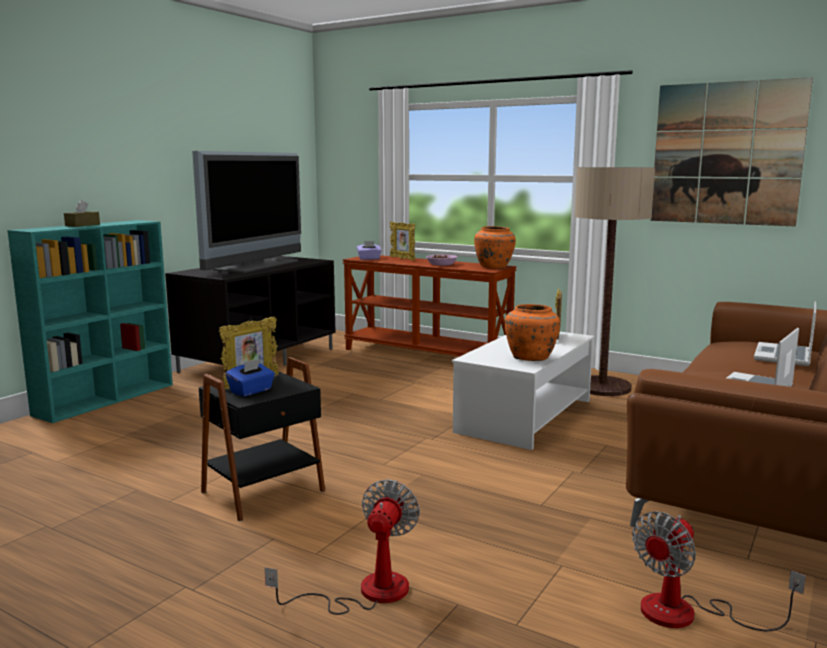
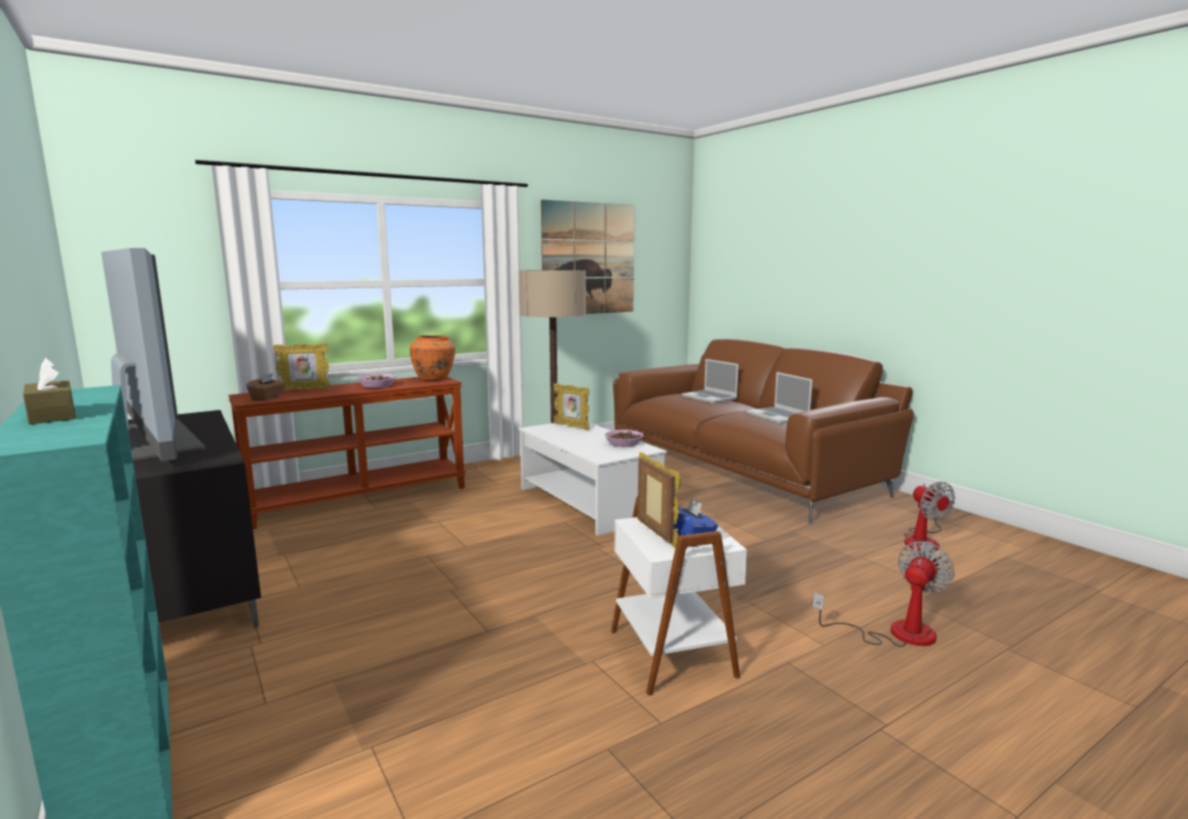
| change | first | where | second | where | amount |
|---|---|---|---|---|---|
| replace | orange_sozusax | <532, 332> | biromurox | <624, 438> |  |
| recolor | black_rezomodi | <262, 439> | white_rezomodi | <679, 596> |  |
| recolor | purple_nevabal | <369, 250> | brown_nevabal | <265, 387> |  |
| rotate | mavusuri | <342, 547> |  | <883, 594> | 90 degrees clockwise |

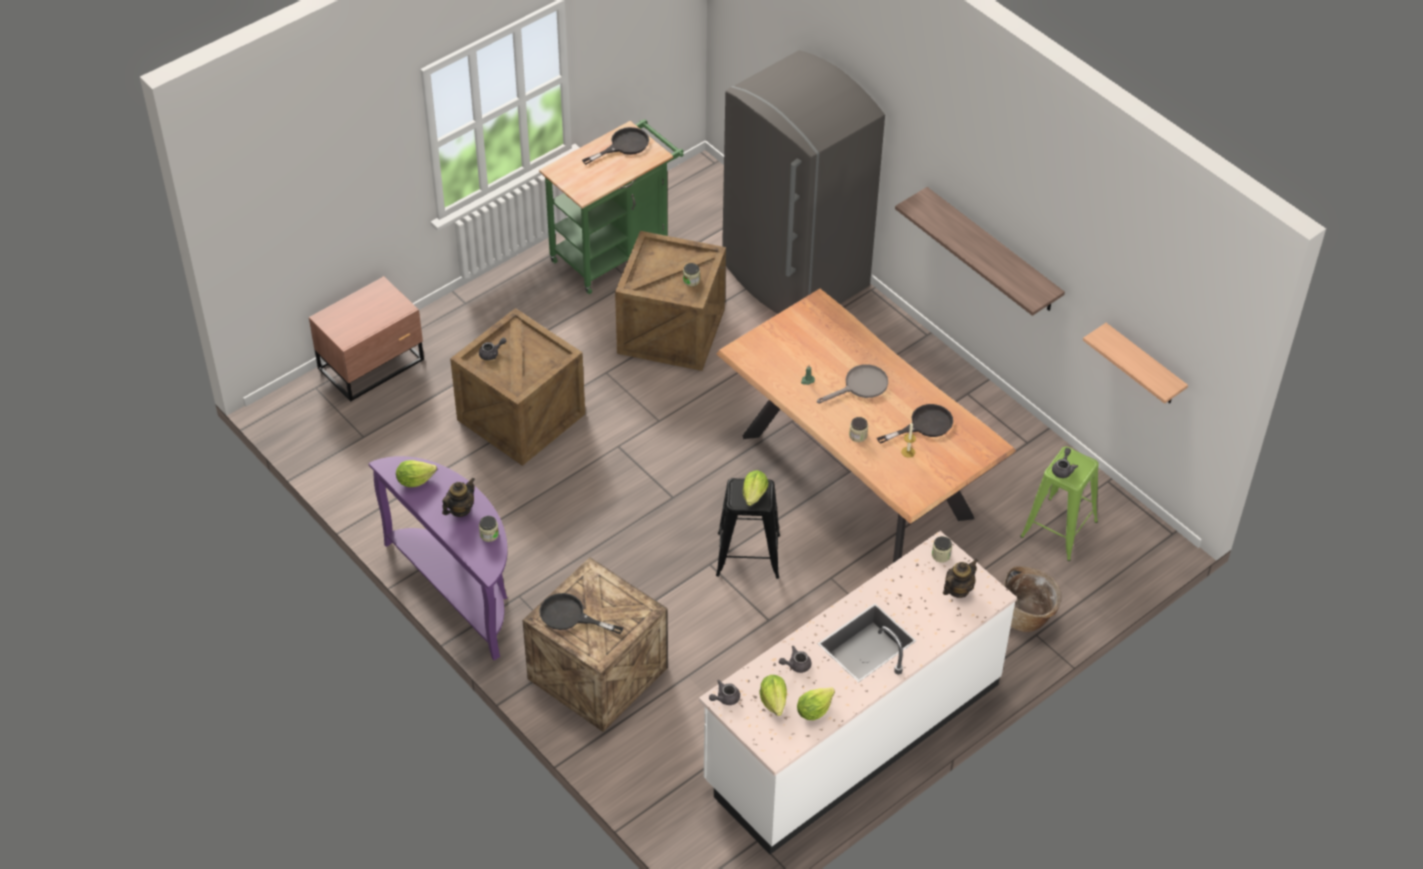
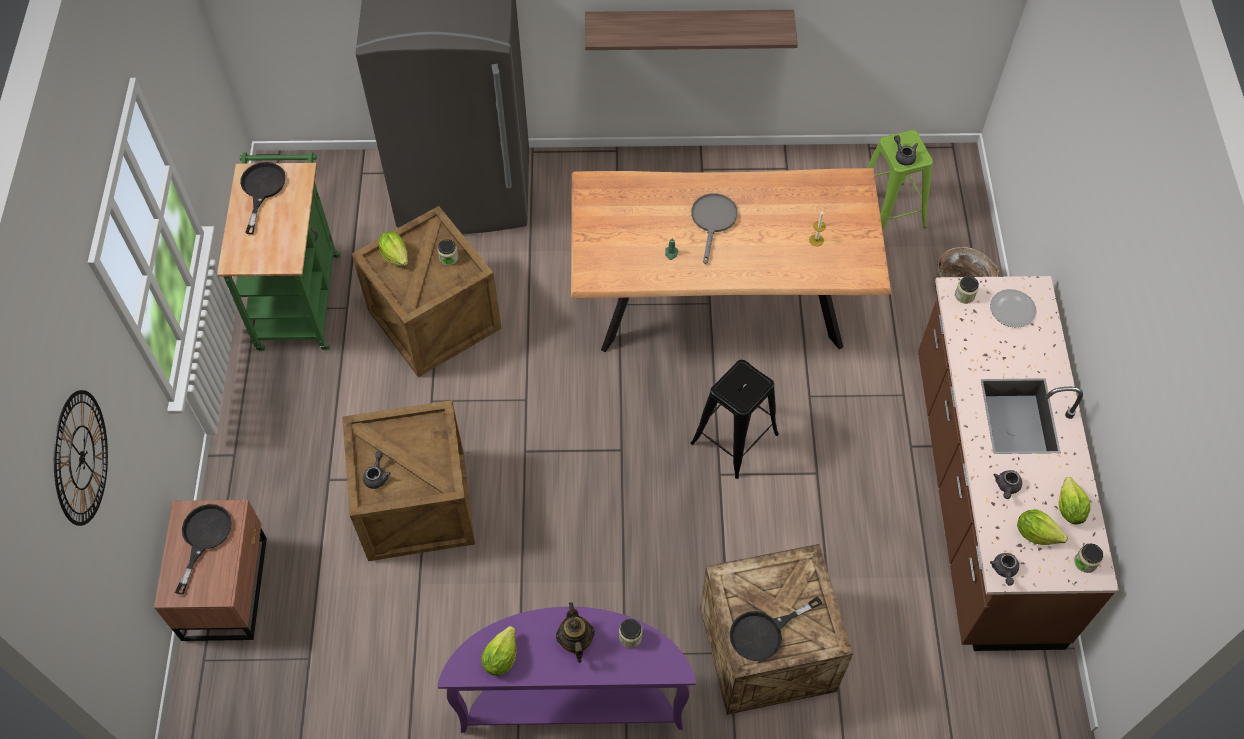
| change | first | where | second | where | amount |
|---|---|---|---|---|---|
| delete | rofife | <1135, 363> |  |  |  |
| insert |  |  | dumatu | <81, 458> |  |
| move | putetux | <755, 488> |  | <393, 248> |  |
| move | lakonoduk | <858, 429> |  | <1088, 558> |  |
| move | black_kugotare | <915, 424> |  | <203, 549> |  |
| replace | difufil | <961, 578> | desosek | <1013, 308> |  |
| recolor | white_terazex | <858, 692> | brown_terazex | <1018, 463> |  |

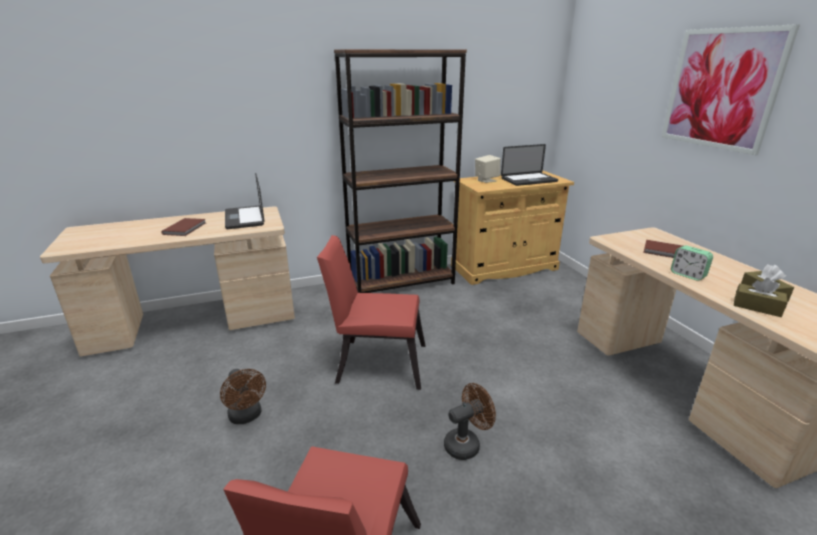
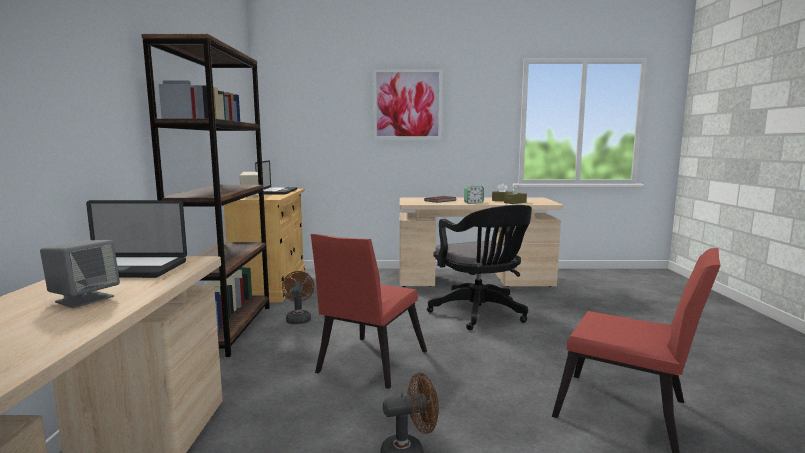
| change | first | where | second | where | amount |
|---|---|---|---|---|---|
| insert |  |  | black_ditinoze | <479, 267> |  |
| move | brown_mavusuri | <470, 421> |  | <298, 297> |  |
| replace | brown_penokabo | <183, 227> | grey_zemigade | <80, 274> |  |

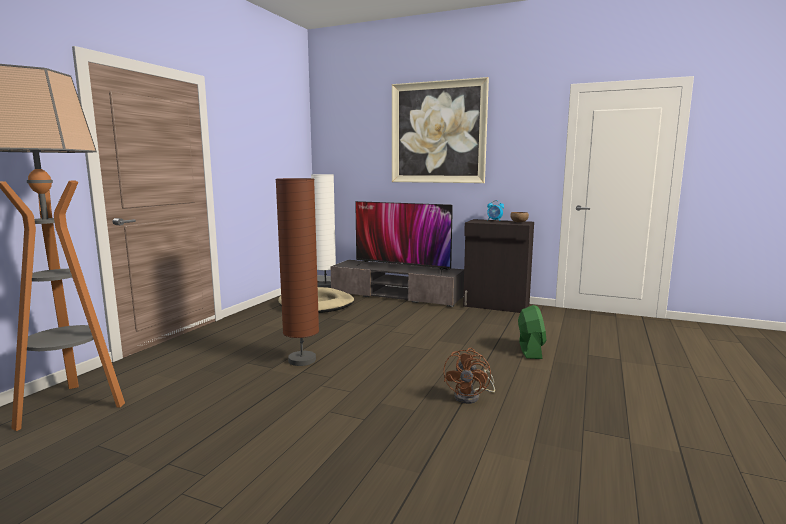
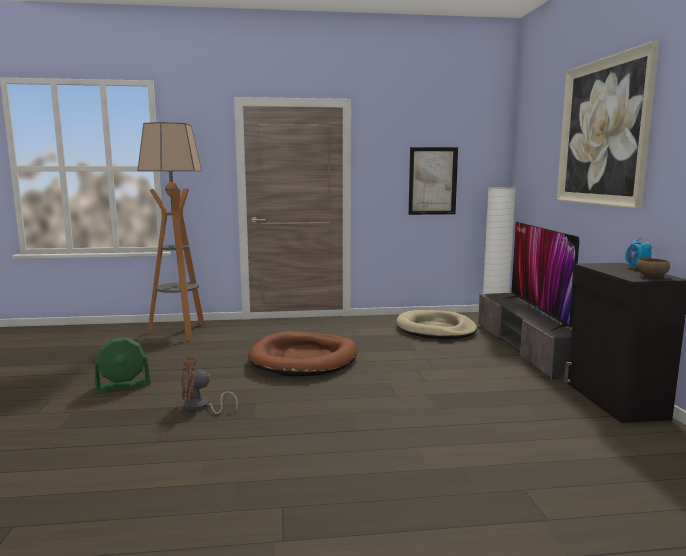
| change | first | where | second | where | amount |
|---|---|---|---|---|---|
| insert |  |  | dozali | <433, 181> |  |
| move | brown_mavusuri | <469, 376> |  | <209, 385> |  |
| move | green_mavusuri | <532, 332> |  | <123, 365> |  |
| replace | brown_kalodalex | <297, 272> | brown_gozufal | <302, 354> |  |

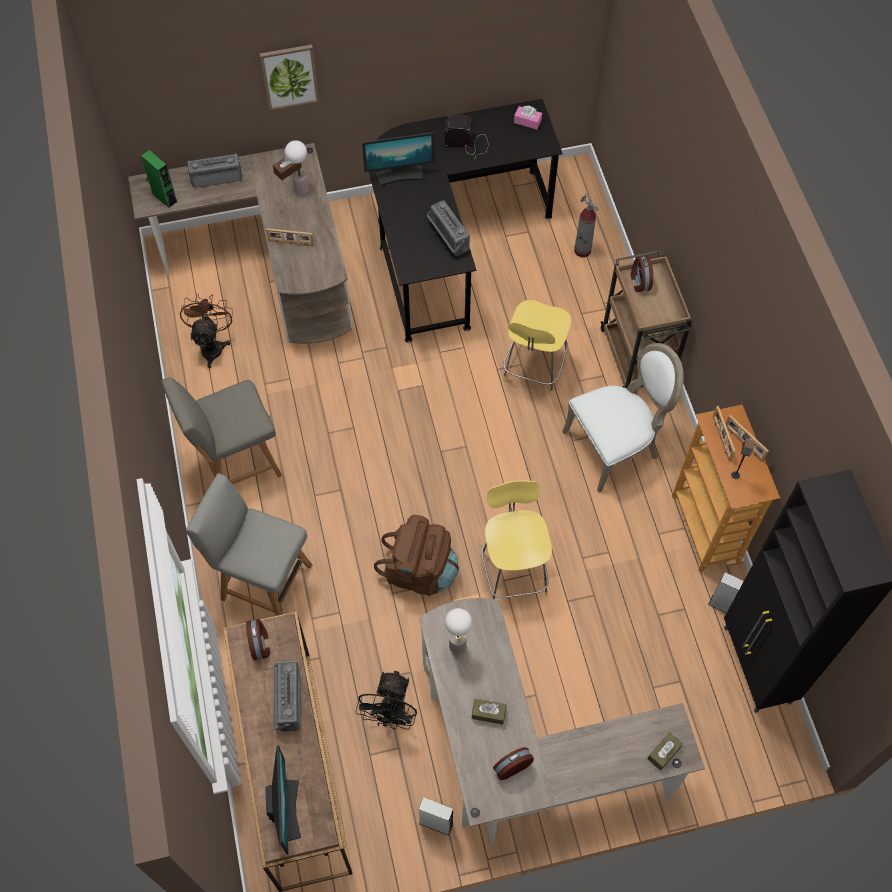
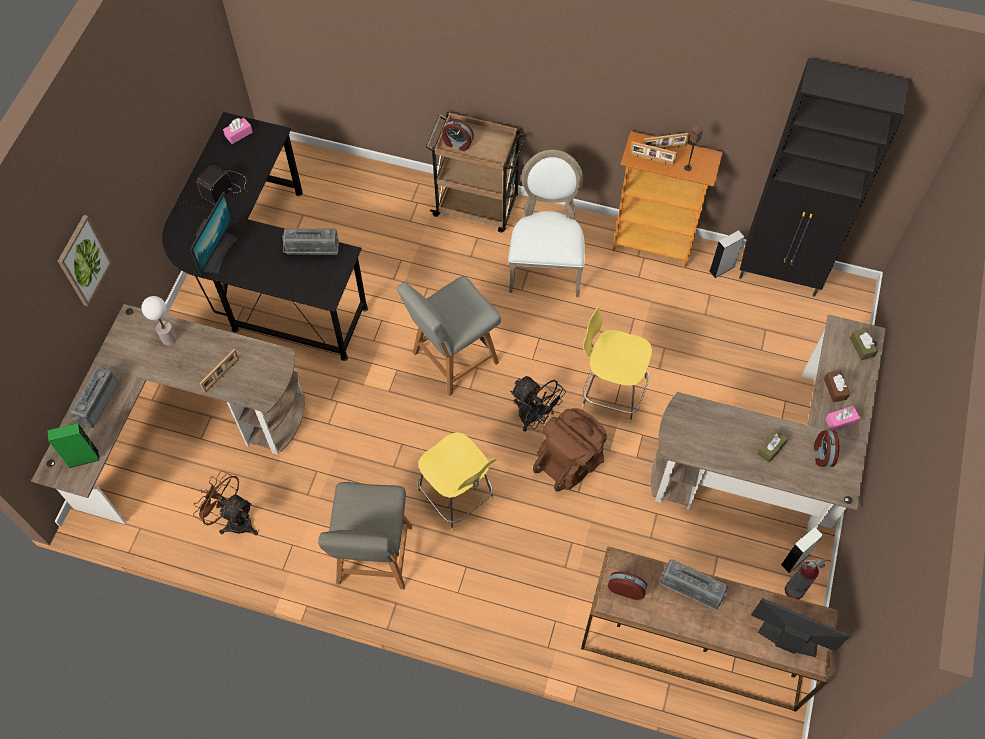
| change | first | where | second | where | amount |
|---|---|---|---|---|---|
| delete | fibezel | <458, 631> |  |  |  |
| insert |  |  | pink_nevabal | <842, 418> |  |
| move | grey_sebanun | <249, 544> |  | <449, 336> |  |
| move | brown_nevabal | <287, 168> |  | <837, 386> |  |
| move | black_mavusuri | <386, 700> |  | <538, 404> |  |
| move | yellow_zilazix | <537, 347> |  | <457, 482> |  |
| move | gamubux | <586, 225> |  | <805, 579> |  |

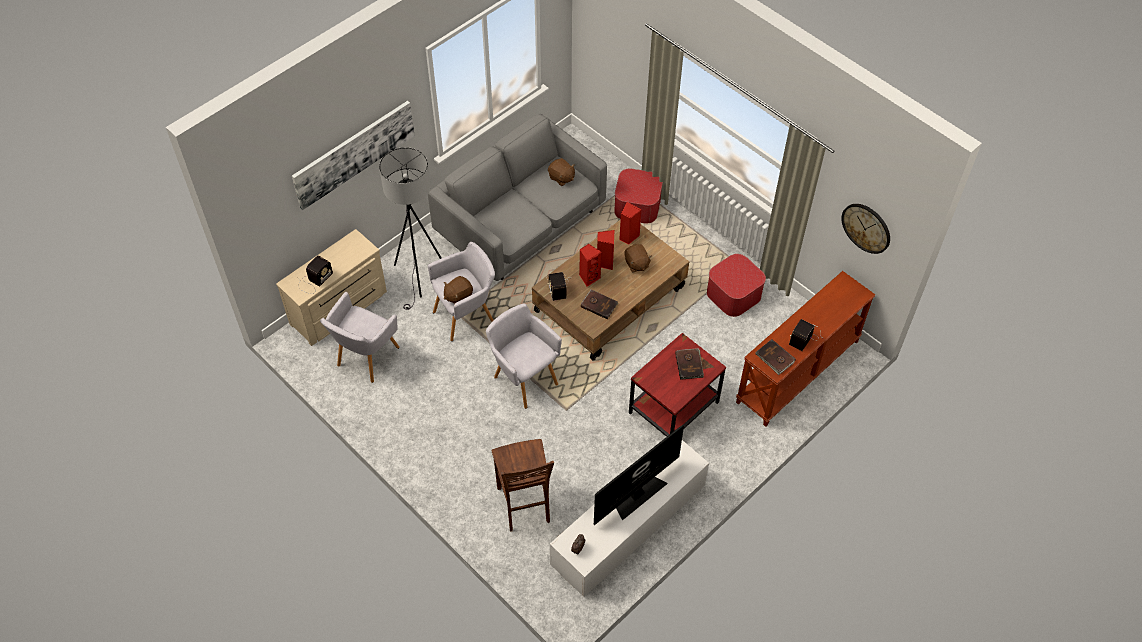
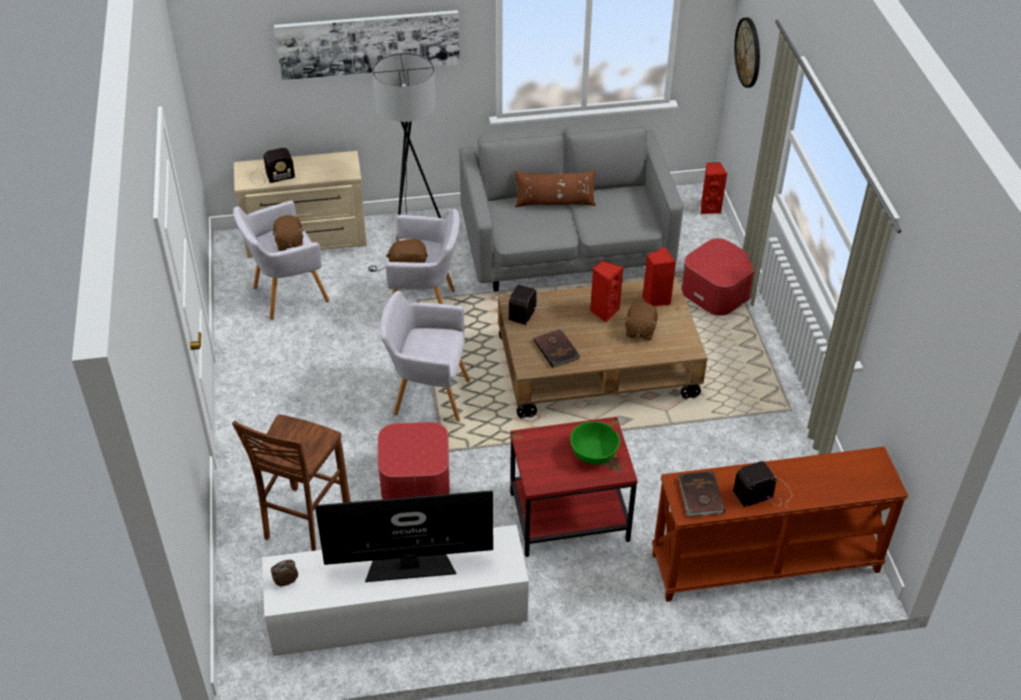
| change | first | where | second | where | amount |
|---|---|---|---|---|---|
| insert |  |  | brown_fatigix | <555, 188> |  |
| move | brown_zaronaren | <561, 172> |  | <288, 233> |  |
| move | red_zemigade | <590, 265> |  | <714, 188> |  |
| move | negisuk | <736, 285> |  | <413, 460> |  |
| move | dumatu | <865, 229> |  | <747, 52> |  |
| replace | brown_penokabo | <689, 364> | green_biromurox | <595, 443> |  |
| rotate | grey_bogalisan | <524, 356> |  | <425, 356> | 75 degrees counterclockwise |

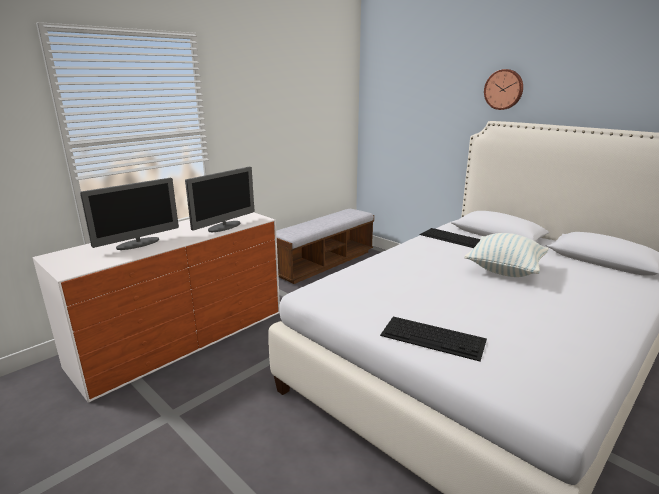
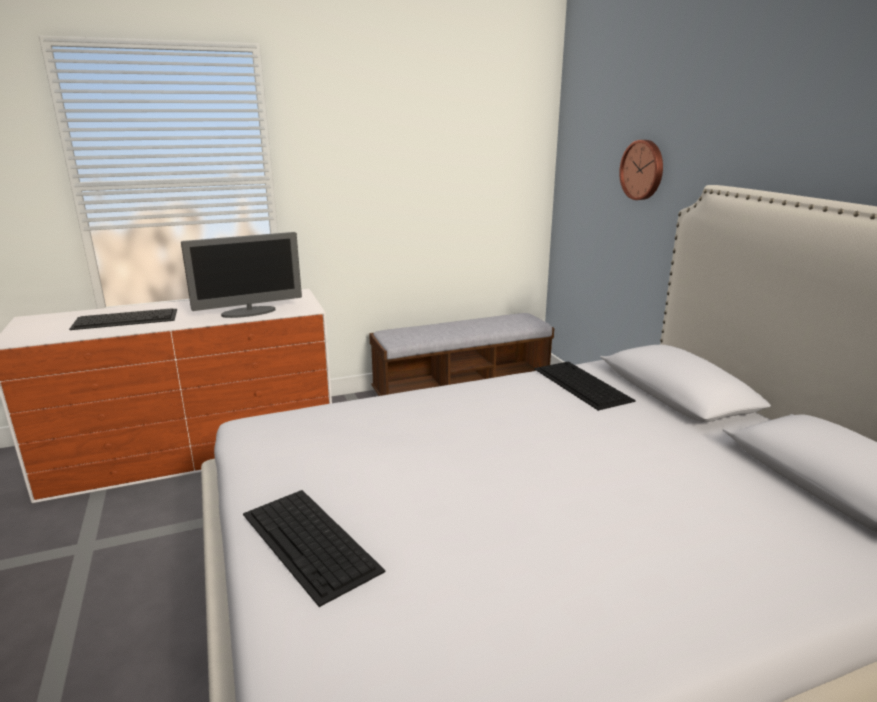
| change | first | where | second | where | amount |
|---|---|---|---|---|---|
| delete | fatigix | <506, 255> |  |  |  |
| move | dumatu | <503, 89> |  | <641, 170> |  |
| replace | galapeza | <129, 214> | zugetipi | <123, 319> |  |

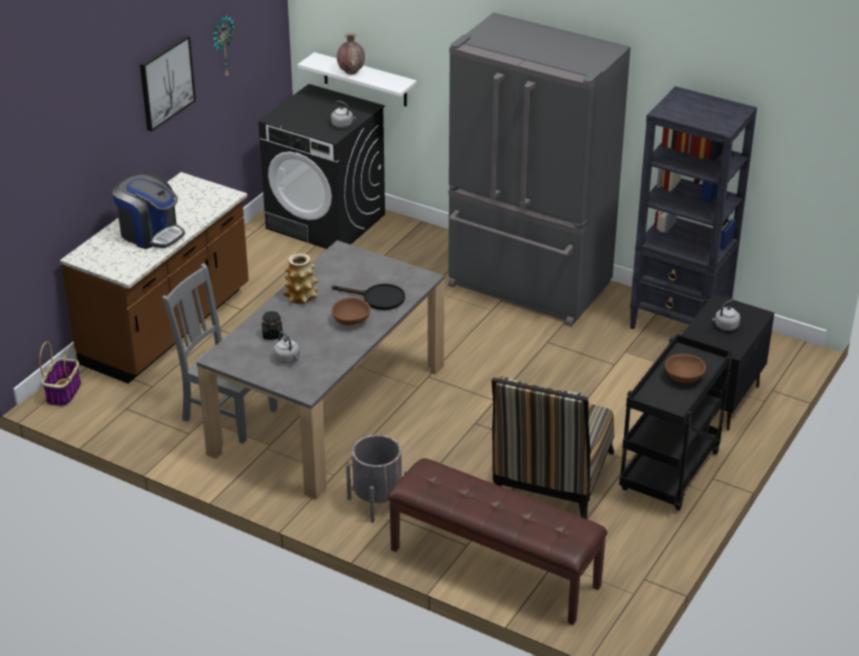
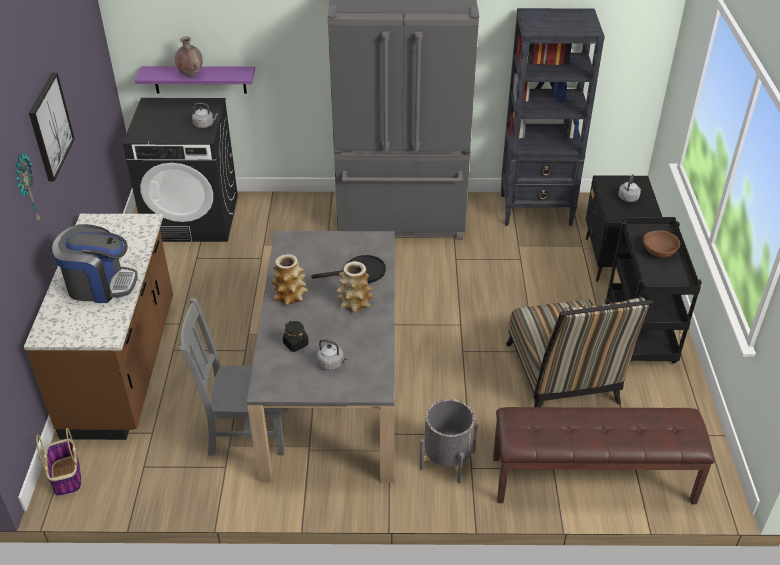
| change | first | where | second | where | amount |
|---|---|---|---|---|---|
| move | dumatu | <223, 47> |  | <27, 187> |  |
| replace | brown_biromurox | <351, 311> | sozusax | <354, 286> |  |
| recolor | white_rofife | <357, 79> | purple_rofife | <195, 80> |  |

